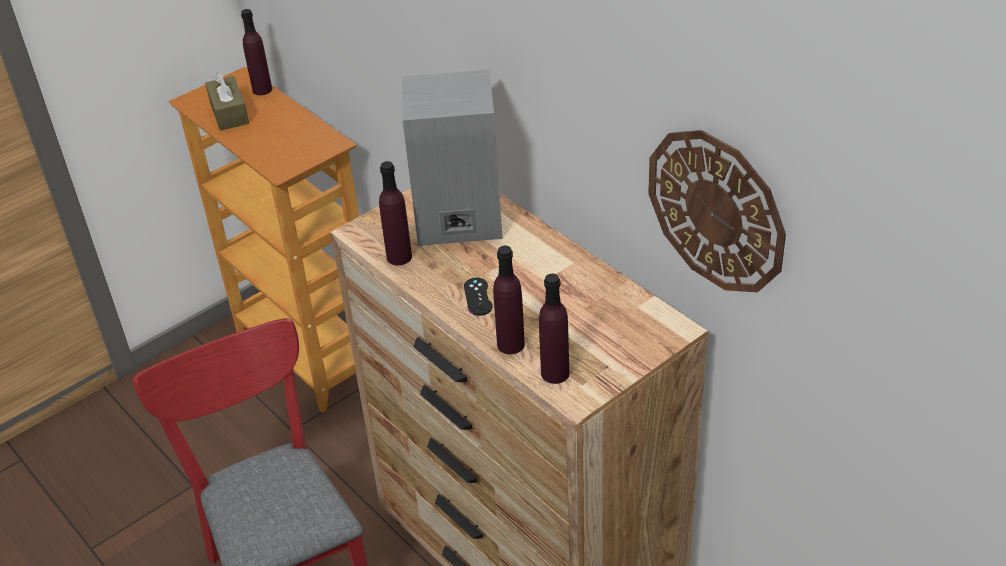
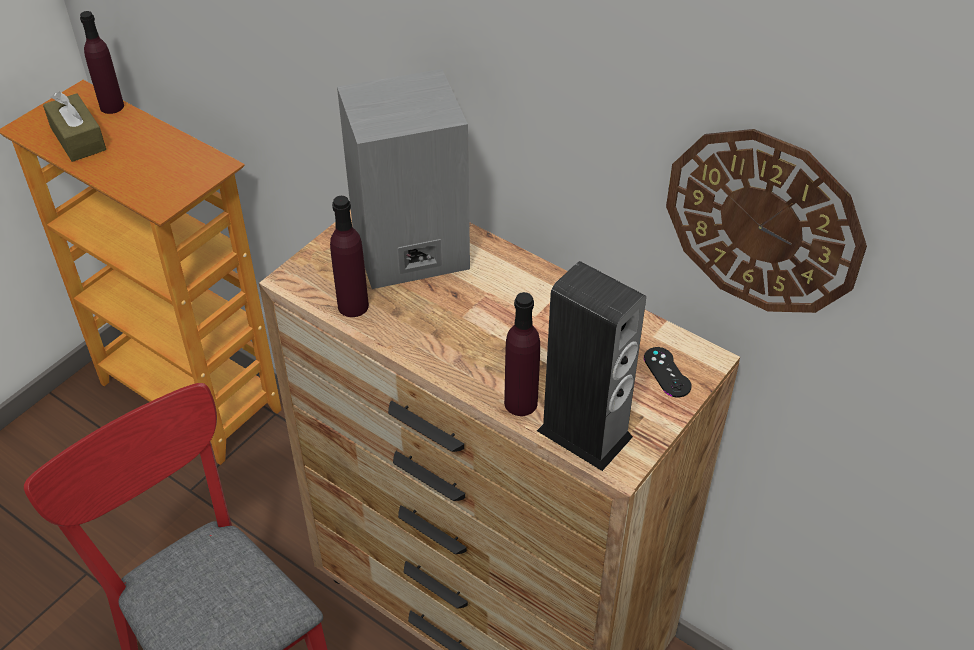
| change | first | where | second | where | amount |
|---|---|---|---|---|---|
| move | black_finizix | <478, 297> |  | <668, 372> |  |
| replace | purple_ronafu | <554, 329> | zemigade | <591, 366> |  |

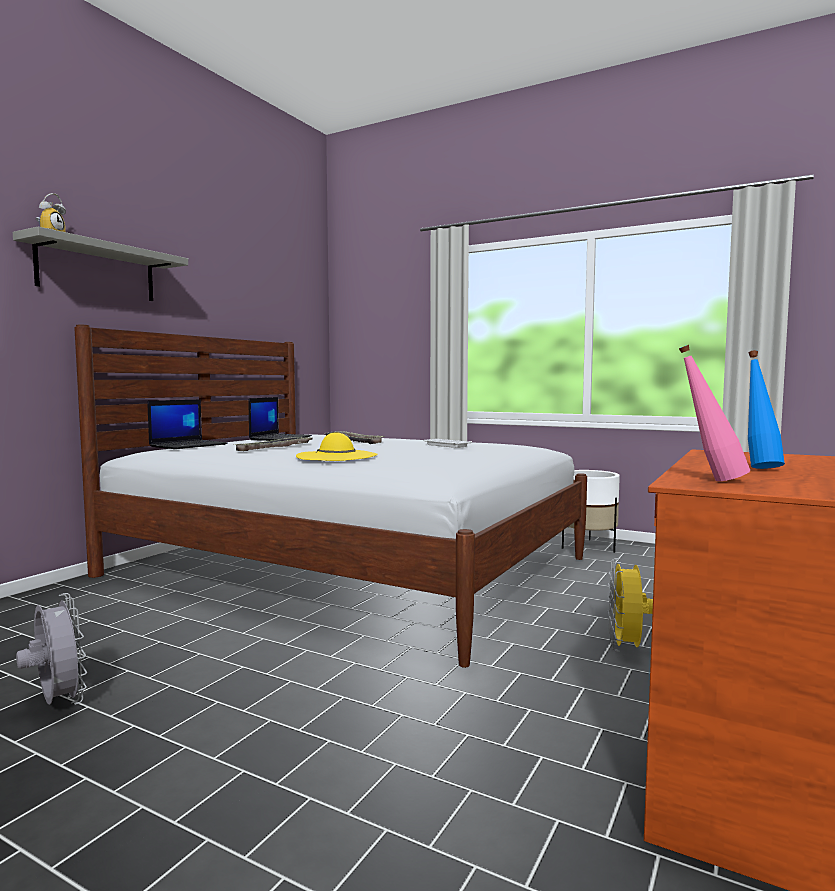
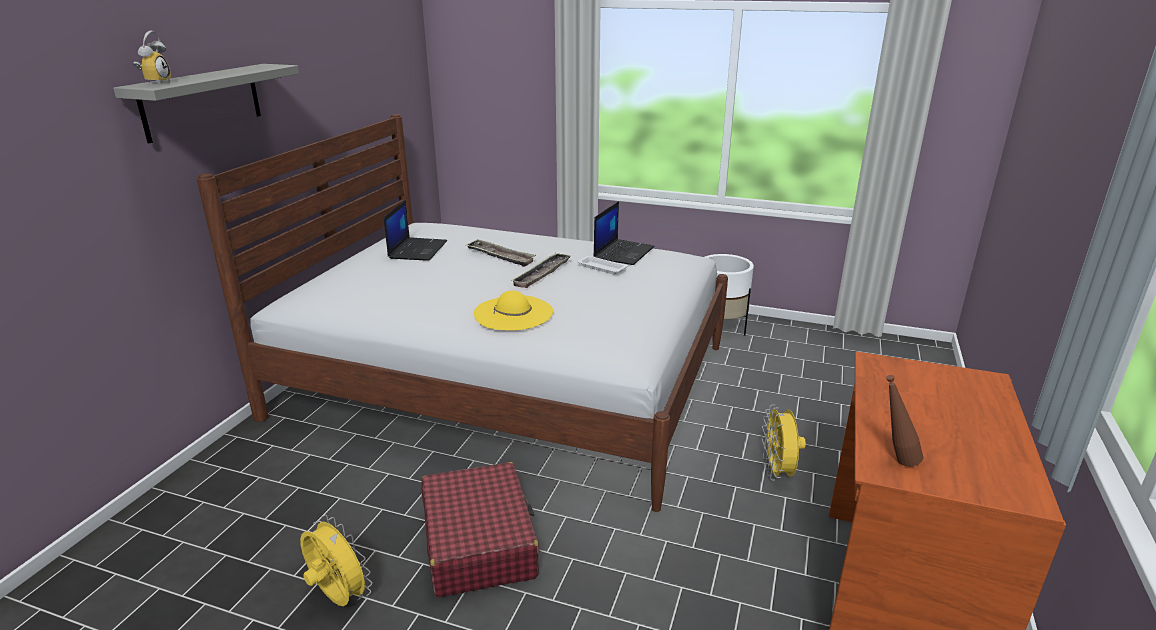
| change | first | where | second | where | amount |
|---|---|---|---|---|---|
| delete | blue_ronafu | <766, 409> |  |  |  |
| insert |  |  | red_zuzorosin | <480, 530> |  |
| move | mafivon | <187, 424> |  | <624, 233> |  |
| move | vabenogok | <275, 444> |  | <541, 270> |  |
| recolor | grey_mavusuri | <51, 649> | yellow_mavusuri | <336, 560> |  |
| recolor | pink_ronafu | <714, 413> | brown_ronafu | <904, 420> |  |

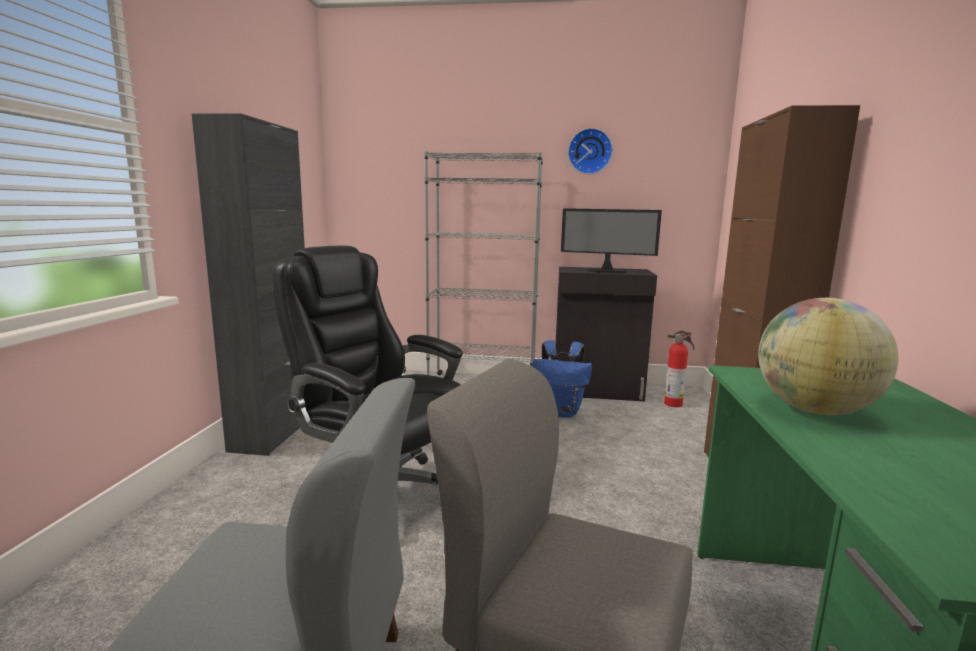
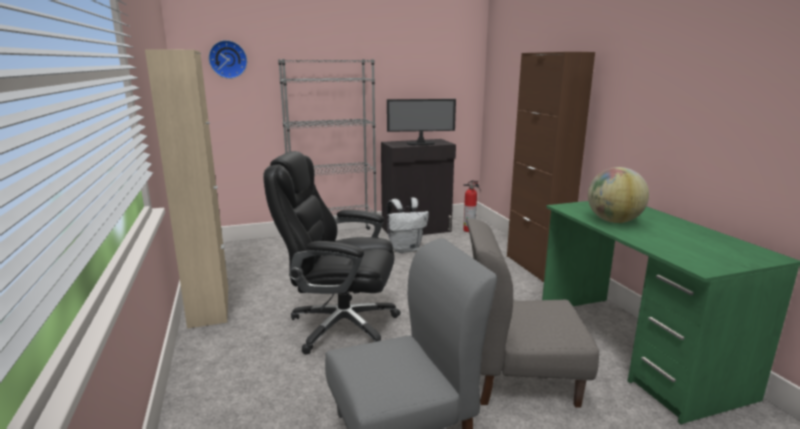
| change | first | where | second | where | amount |
|---|---|---|---|---|---|
| move | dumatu | <590, 151> |  | <227, 59> |  |
| recolor | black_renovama | <248, 284> | beige_renovama | <186, 189> |  |
| recolor | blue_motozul | <562, 379> | white_motozul | <407, 225> |  |

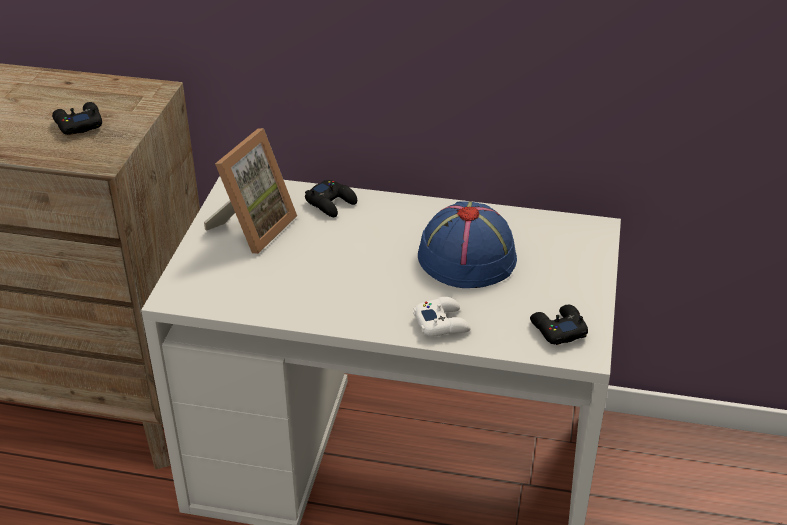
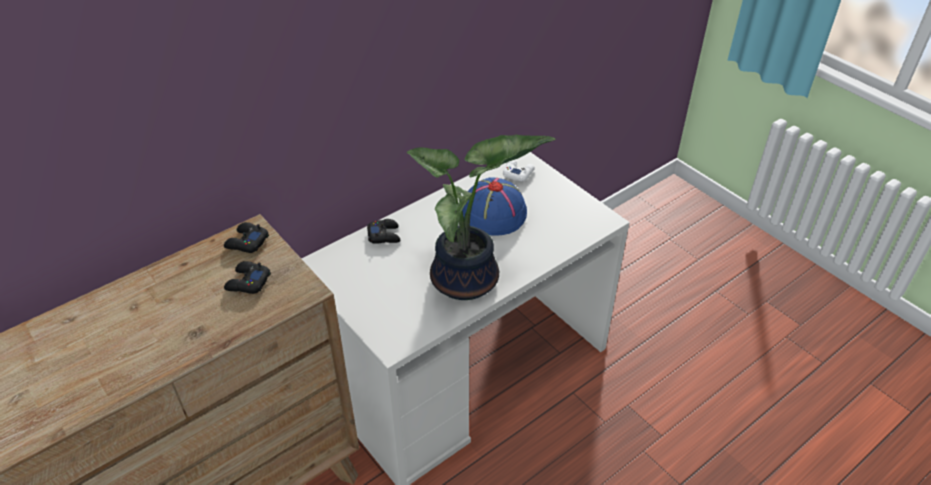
| change | first | where | second | where | amount |
|---|---|---|---|---|---|
| delete | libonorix | <250, 191> |  |  |  |
| insert |  |  | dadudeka | <481, 217> |  |
| move | white_finizix | <442, 317> |  | <519, 171> |  |
| move | black_finizix | <559, 325> |  | <246, 237> |  |

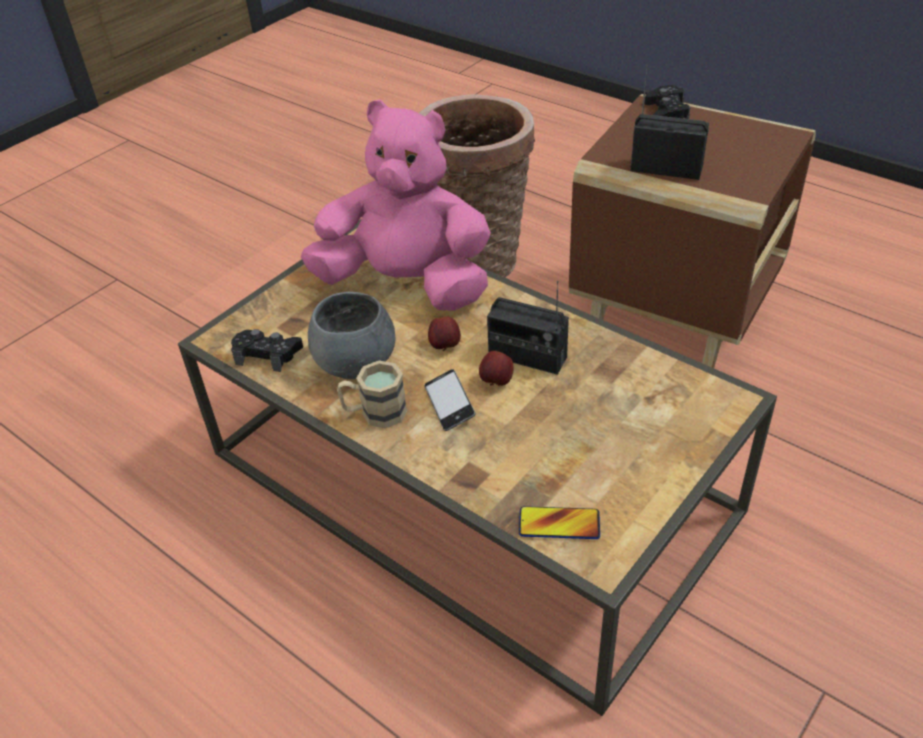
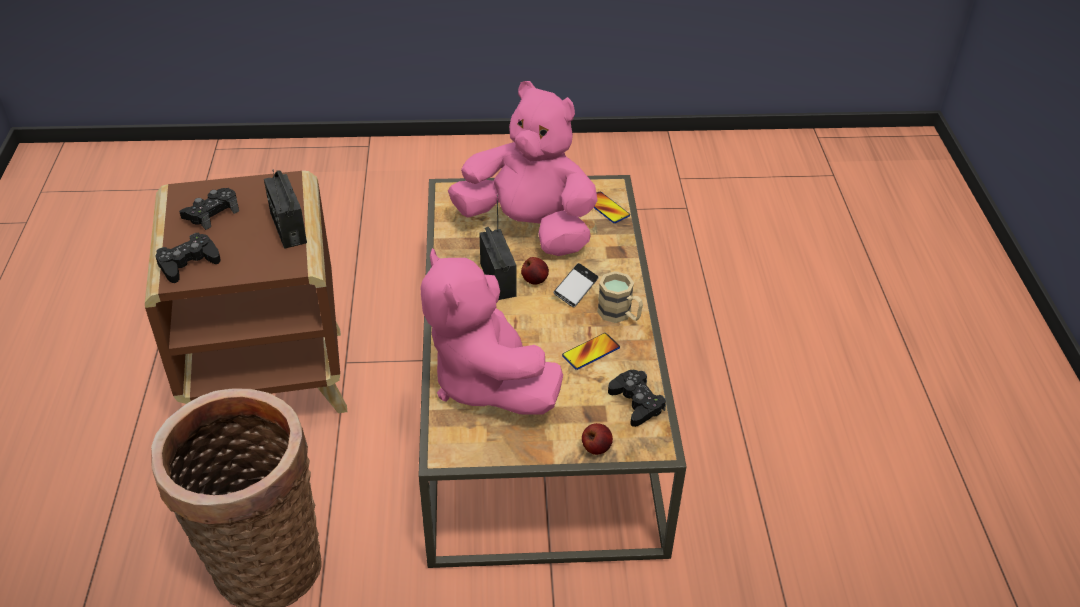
| change | first | where | second | where | amount |
|---|---|---|---|---|---|
| insert |  |  | black_finizix | <209, 209> |  |
| insert |  |  | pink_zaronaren | <523, 168> |  |
| move | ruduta | <444, 334> |  | <597, 439> |  |
| replace | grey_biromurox | <351, 335> | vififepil | <591, 351> |  |

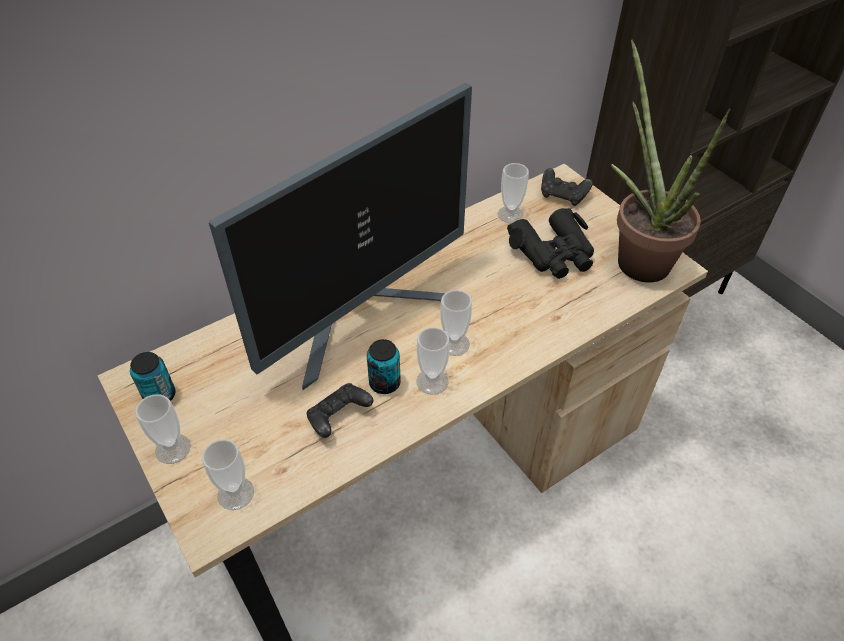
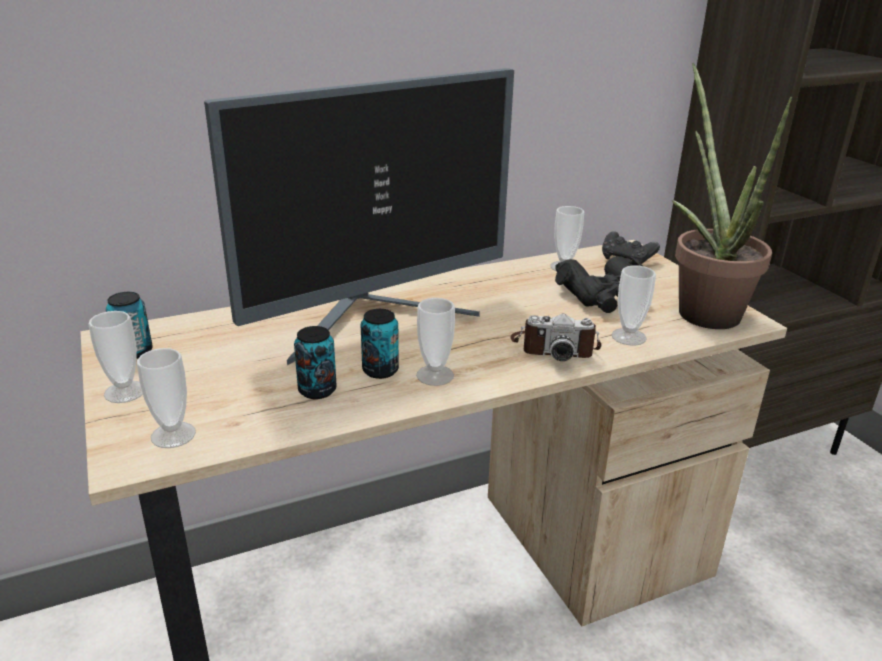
| change | first | where | second | where | amount |
|---|---|---|---|---|---|
| insert |  |  | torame | <555, 337> |  |
| move | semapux | <456, 323> |  | <633, 305> |  |
| replace | black_finizix | <339, 410> | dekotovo | <315, 362> |  |

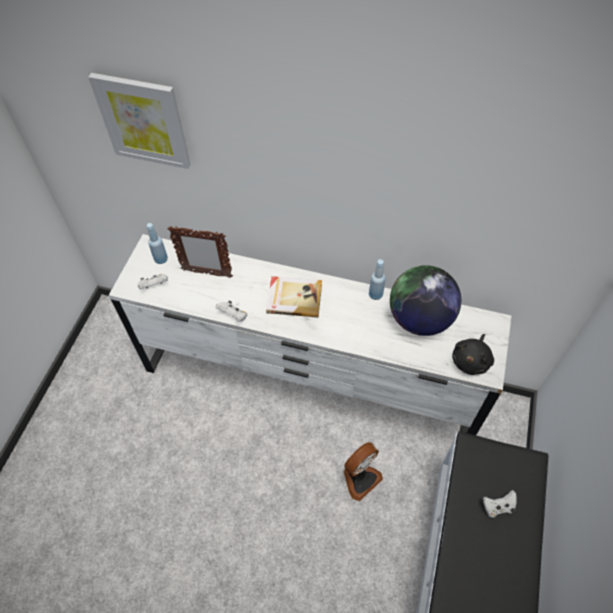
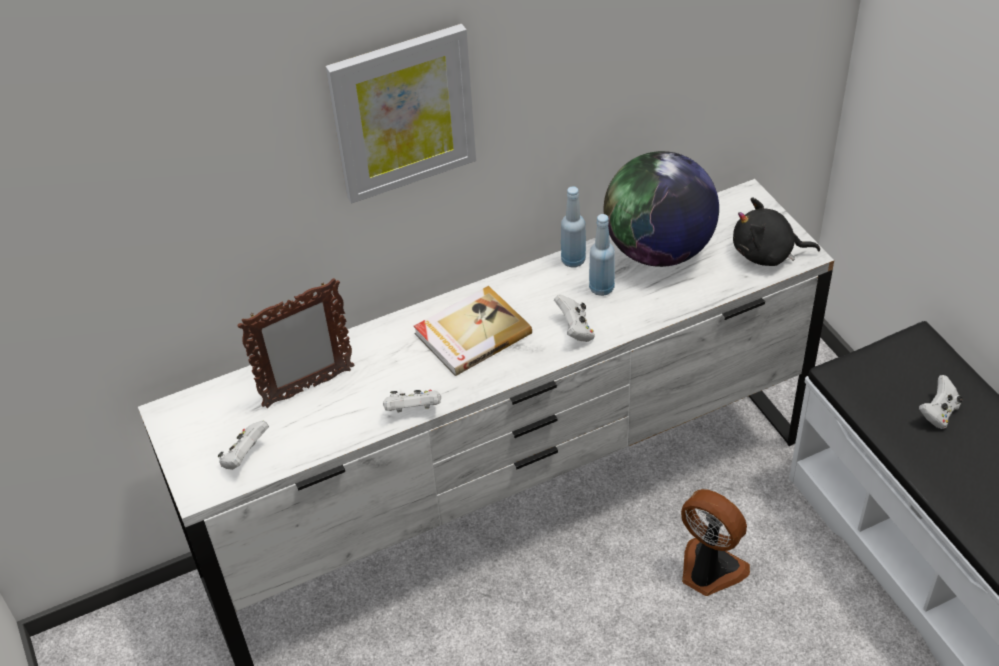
| change | first | where | second | where | amount |
|---|---|---|---|---|---|
| insert |  |  | white_finizix | <574, 318> |  |
| move | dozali | <139, 121> |  | <401, 114> |  |
| move | blue_ronafu | <157, 243> |  | <602, 255> |  |
| rotate | mavusuri | <363, 471> |  | <715, 542> | 60 degrees counterclockwise |
| rotate | black_zaronaren | <473, 354> |  | <776, 232> | 105 degrees clockwise |

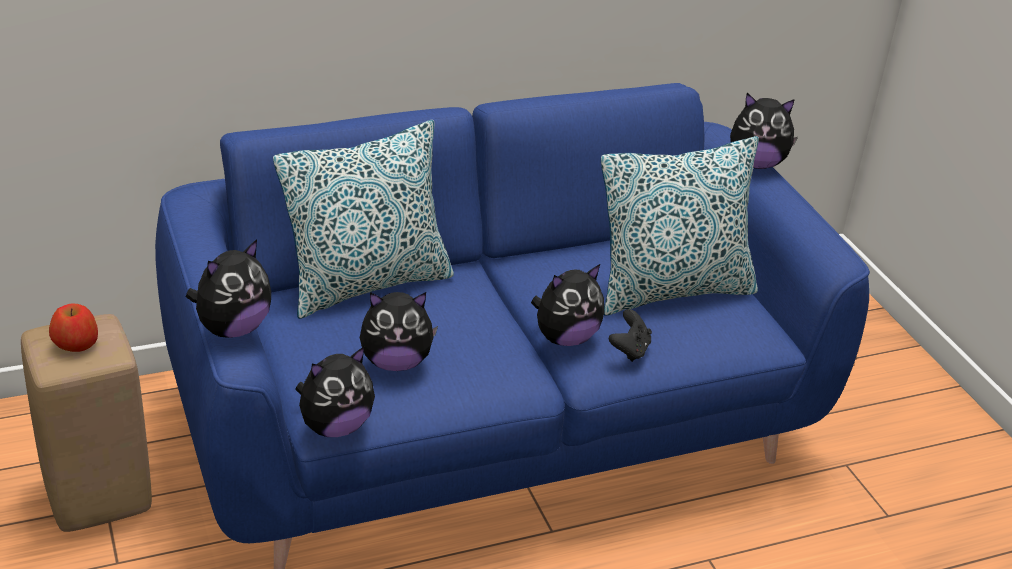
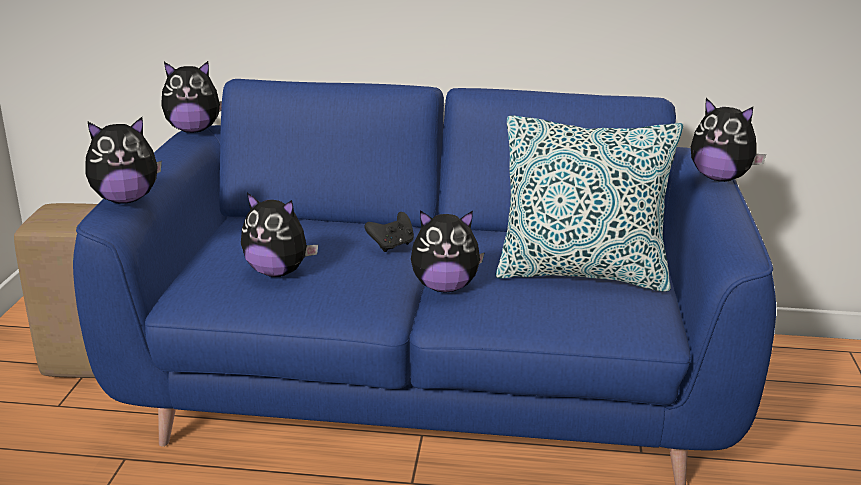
| change | first | where | second | where | amount |
|---|---|---|---|---|---|
| delete | ruduta | <73, 327> |  |  |  |
| delete | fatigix | <363, 219> |  |  |  |
| move | zaronaren | <335, 391> |  | <191, 97> |  |
| move | black_finizix | <630, 335> |  | <389, 232> |  |

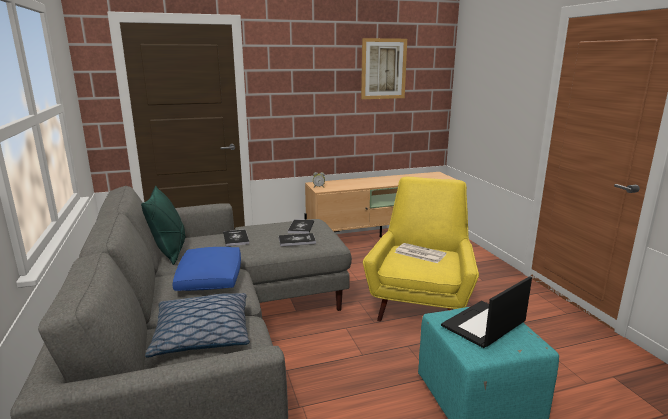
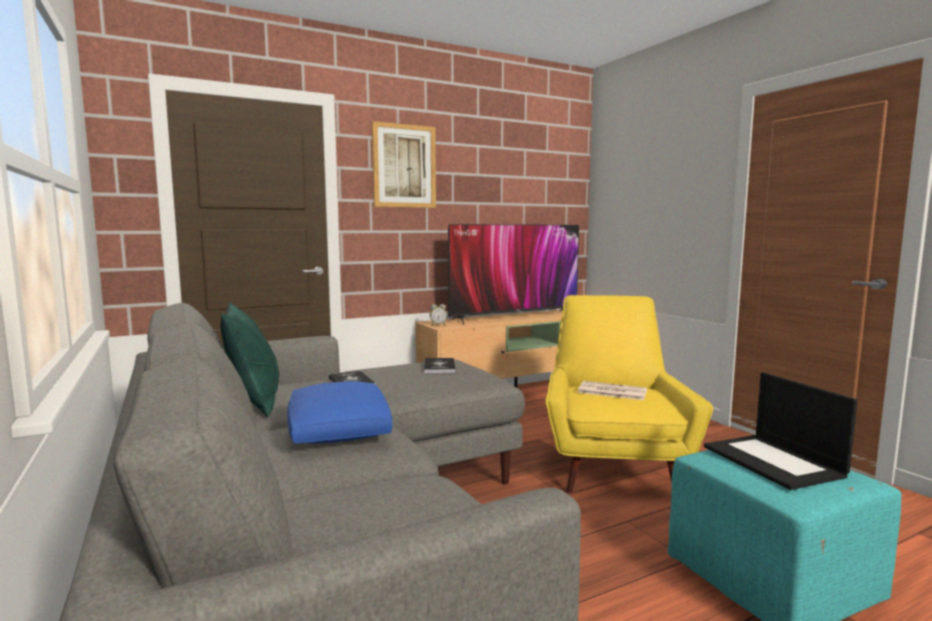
| change | first | where | second | where | amount |
|---|---|---|---|---|---|
| delete | fatigix | <197, 325> |  |  |  |
| delete | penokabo | <297, 240> |  |  |  |
| insert |  |  | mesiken | <513, 274> |  |
| move | dozali | <384, 68> |  | <404, 164> |  |
| rotate | mafivon | <486, 312> |  | <781, 431> | 60 degrees counterclockwise |

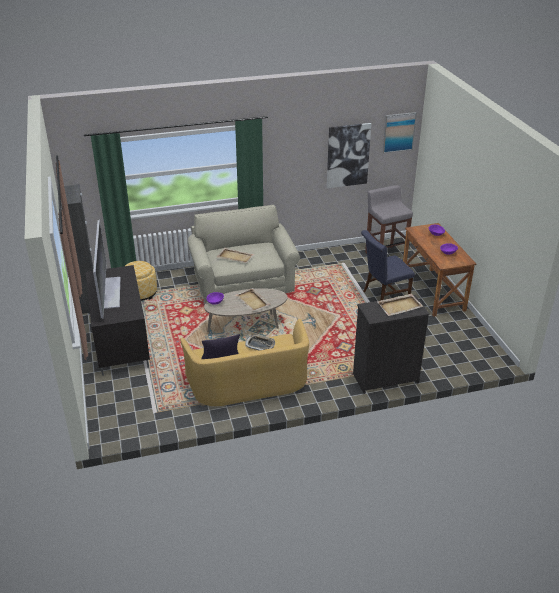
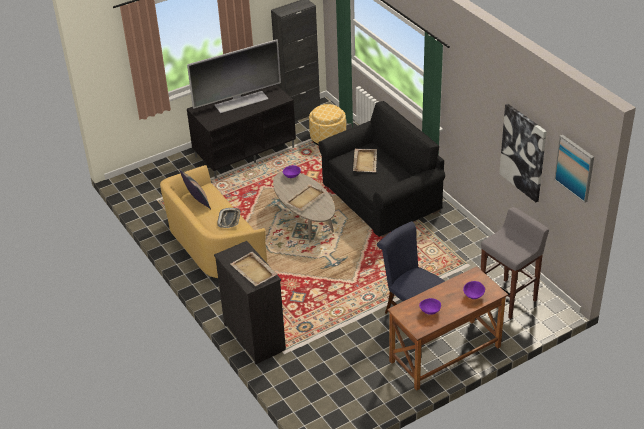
| change | first | where | second | where | amount |
|---|---|---|---|---|---|
| recolor | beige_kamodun | <244, 254> | black_kamodun | <381, 169> |  |

